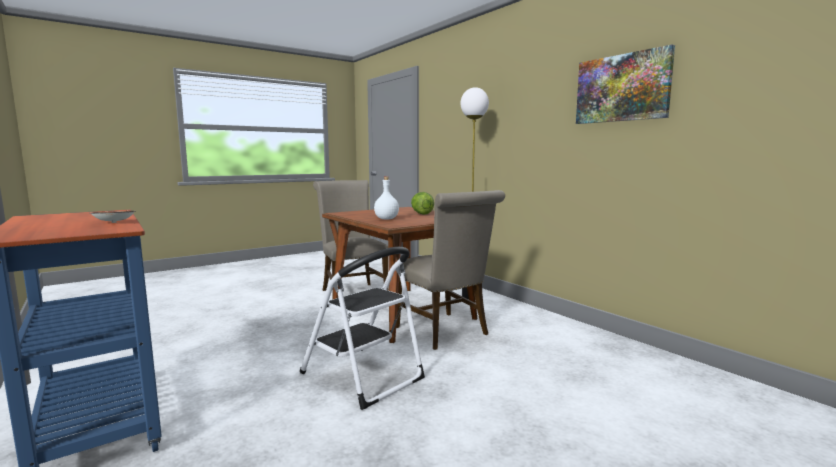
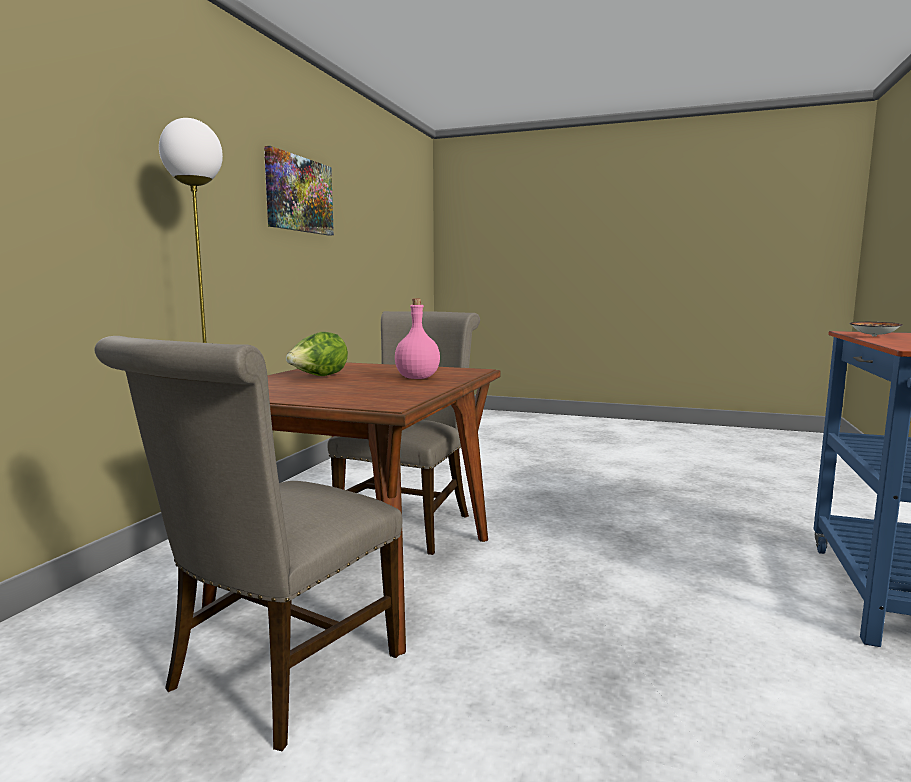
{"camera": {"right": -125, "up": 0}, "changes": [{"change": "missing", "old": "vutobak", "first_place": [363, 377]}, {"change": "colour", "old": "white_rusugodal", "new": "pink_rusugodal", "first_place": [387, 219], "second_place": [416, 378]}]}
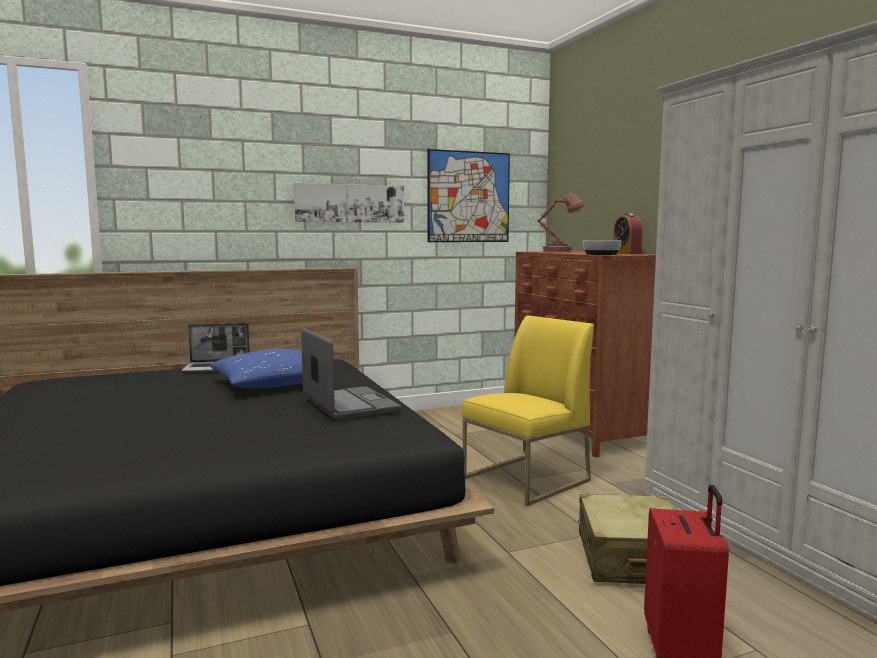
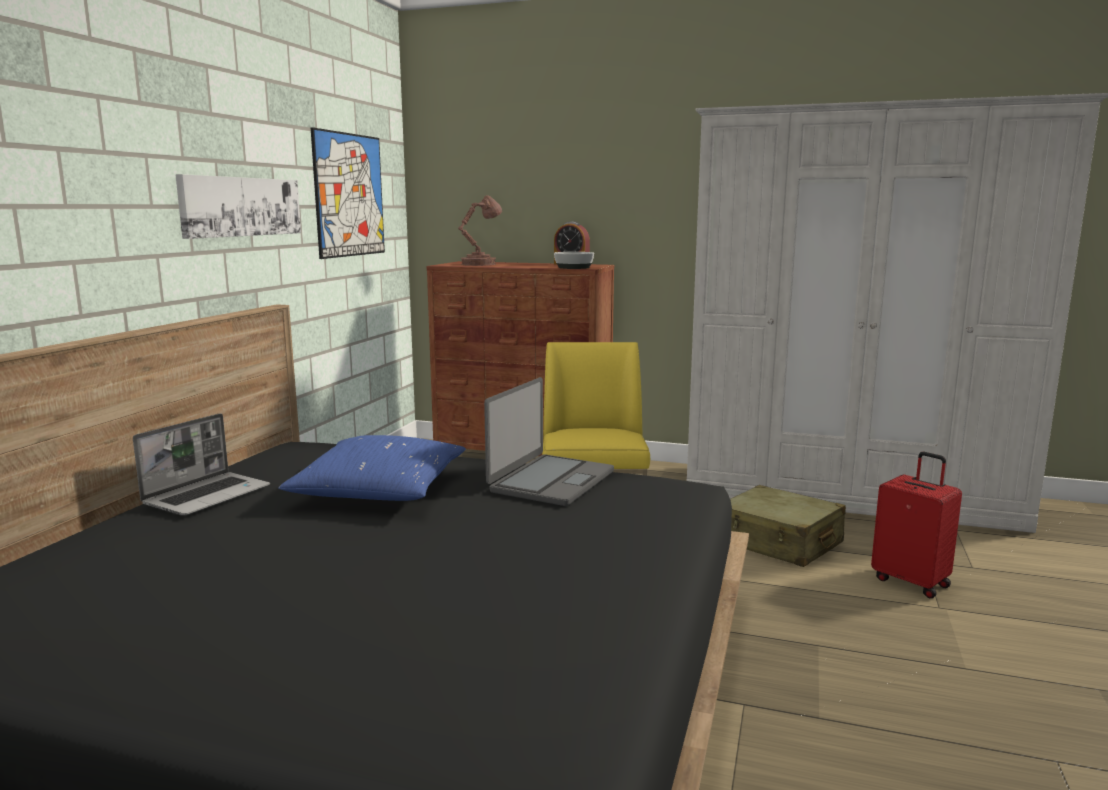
{"camera": {"right": -50, "up": 5}, "changes": [{"change": "spun", "old": "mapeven", "first_place": [349, 405], "second_place": [550, 481], "degrees": 105}]}
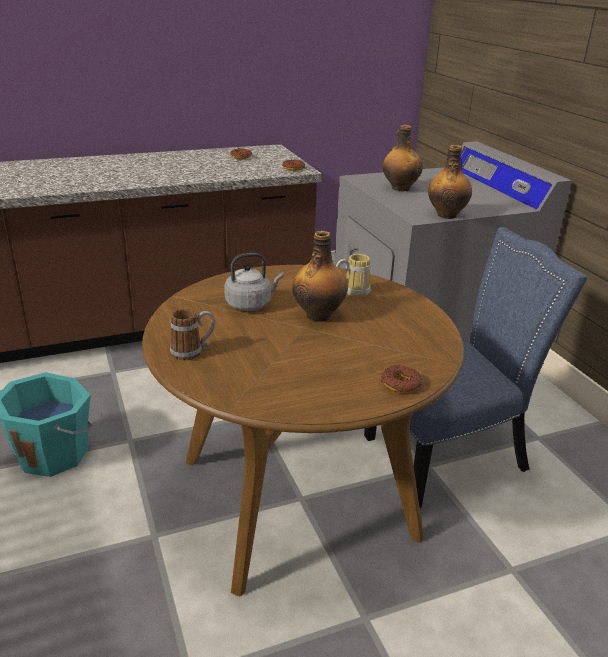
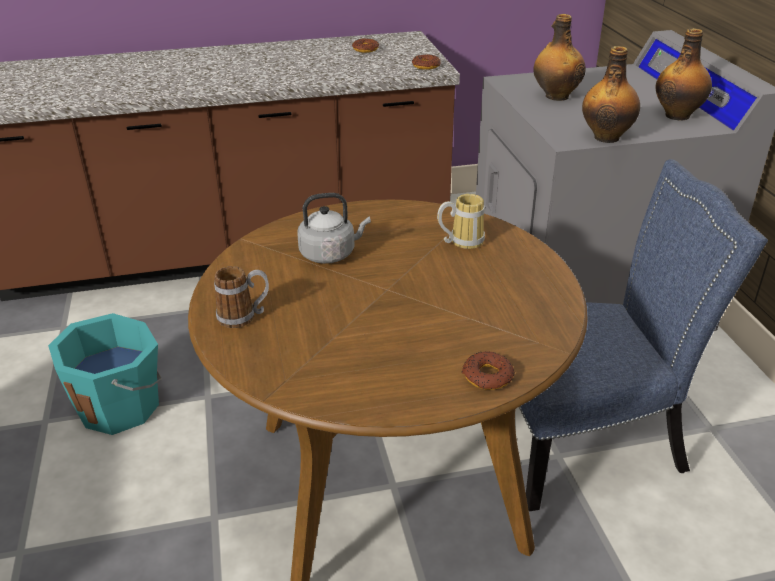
{"camera": {"right": 10, "up": 5}, "changes": [{"change": "relocated", "old": "rusugodal", "first_place": [319, 315], "second_place": [678, 115]}]}
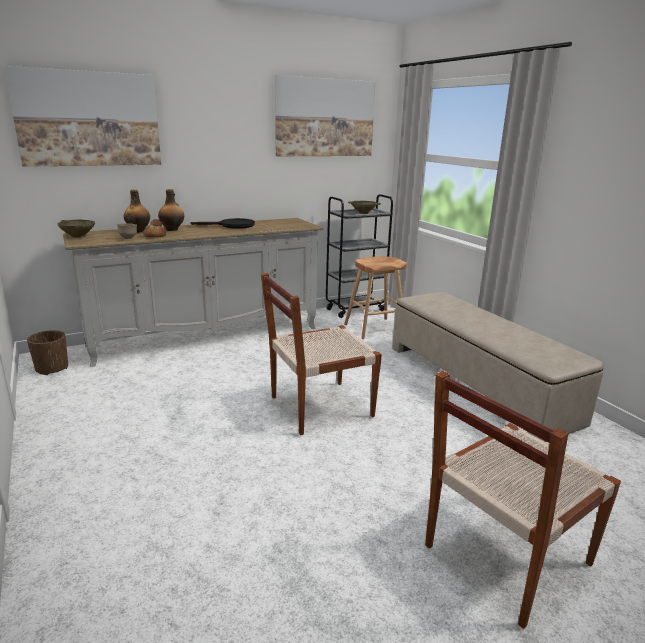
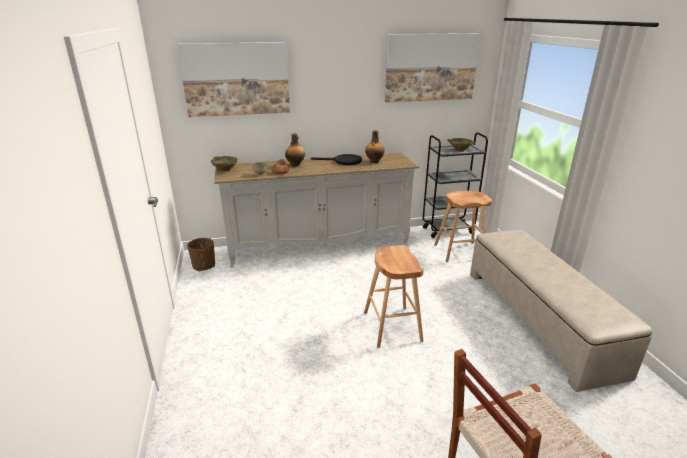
{"camera": {"right": 15, "up": 5}, "changes": [{"change": "relocated", "old": "rusugodal", "first_place": [138, 231], "second_place": [374, 161]}, {"change": "exchanged", "old": "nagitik", "new": "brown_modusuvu", "first_place": [318, 407], "second_place": [392, 327]}]}
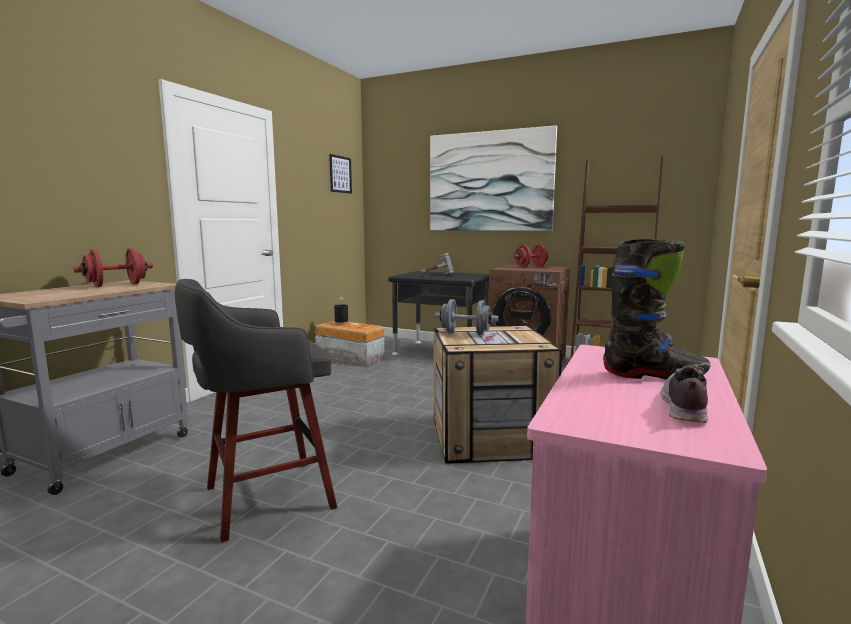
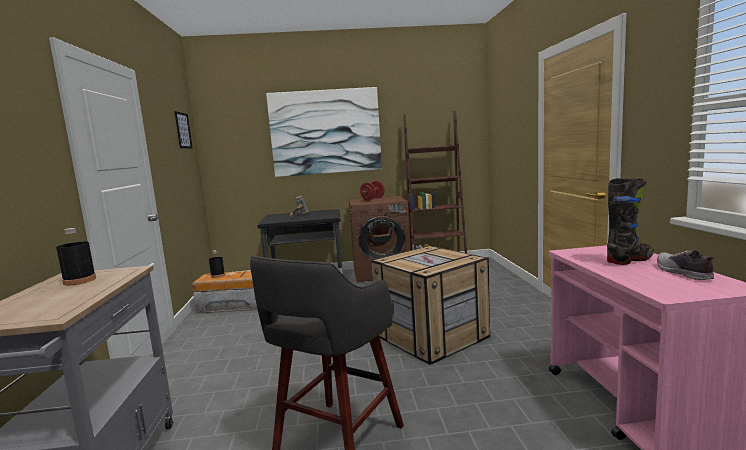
{"camera": {"right": -30, "up": 0}, "changes": [{"change": "missing", "old": "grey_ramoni", "first_place": [465, 333]}, {"change": "exchanged", "old": "red_ramoni", "new": "black_rusugodal", "first_place": [116, 285], "second_place": [79, 280]}]}
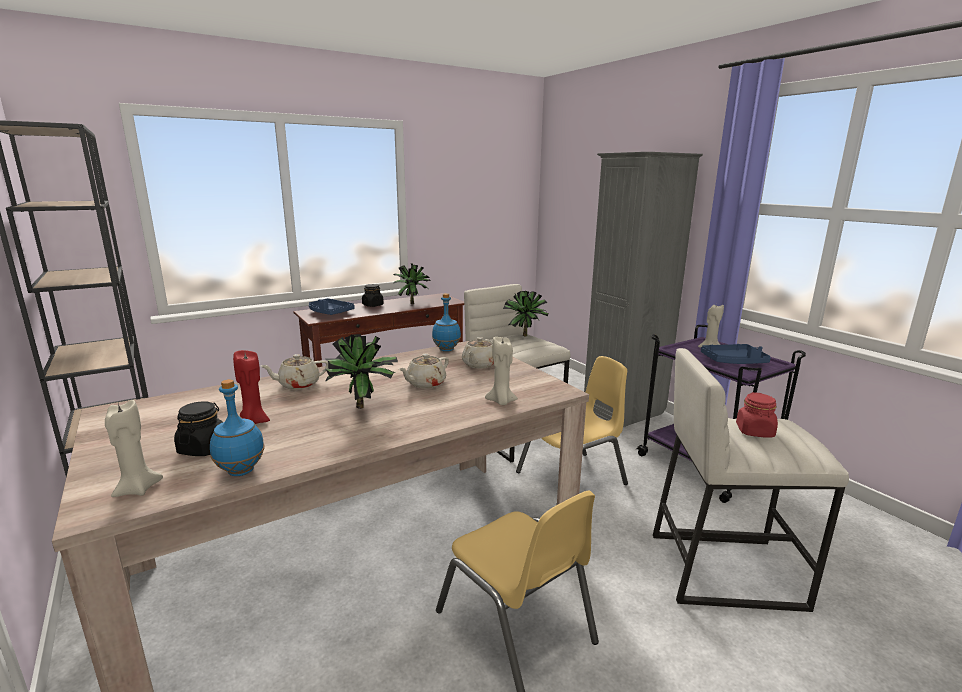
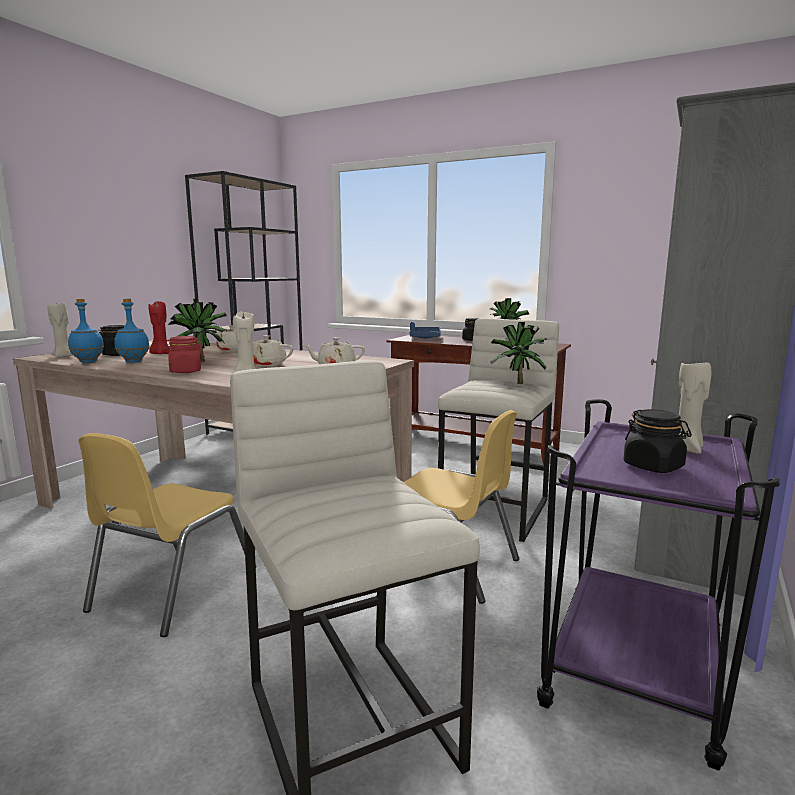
{"camera": {"right": 60, "up": -5}, "changes": [{"change": "relocated", "old": "blue_rusugodal", "first_place": [446, 350], "second_place": [133, 361]}, {"change": "relocated", "old": "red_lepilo", "first_place": [754, 431], "second_place": [185, 371]}, {"change": "exchanged", "old": "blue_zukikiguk", "new": "black_lepilo", "first_place": [733, 361], "second_place": [653, 466]}]}
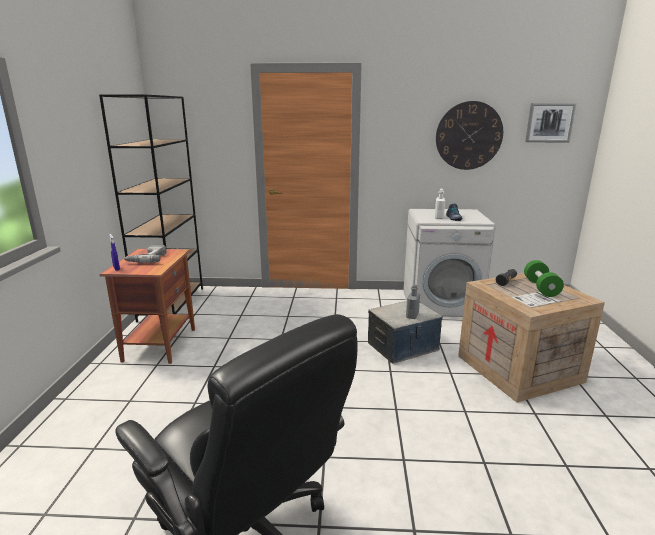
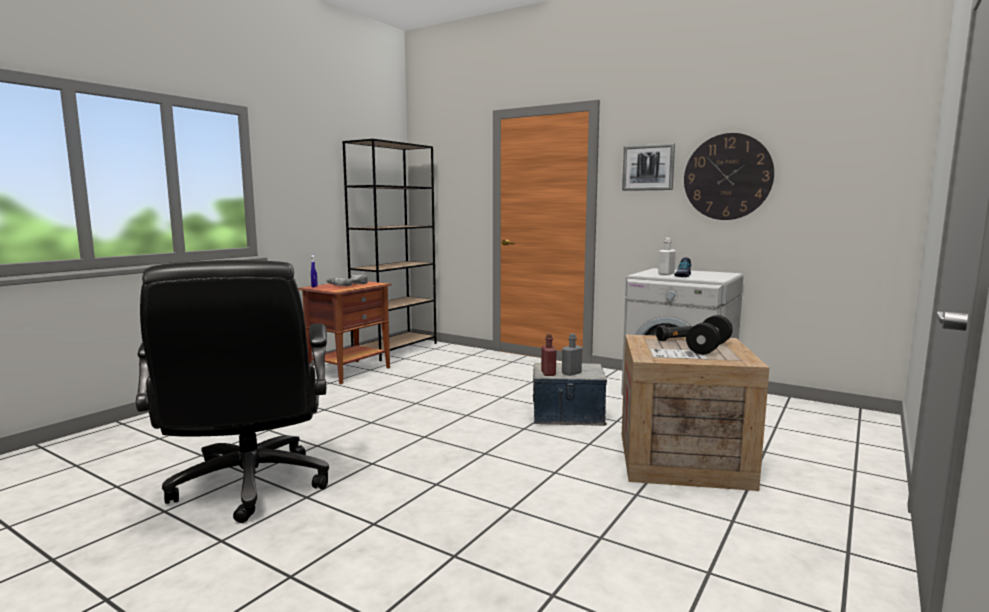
{"camera": {"right": 30, "up": -10}, "changes": [{"change": "appeared", "new": "red_rusugodal", "second_place": [548, 373]}, {"change": "relocated", "old": "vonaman", "first_place": [549, 122], "second_place": [648, 167]}, {"change": "colour", "old": "green_ramoni", "new": "black_ramoni", "first_place": [541, 288], "second_place": [709, 348]}]}
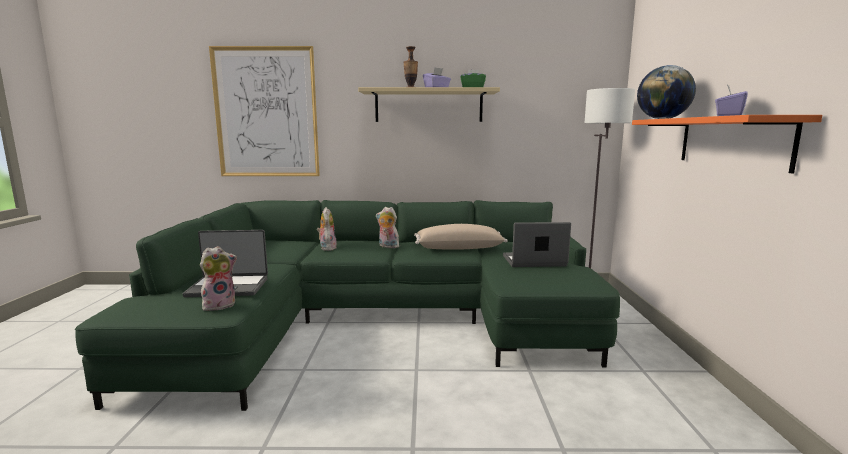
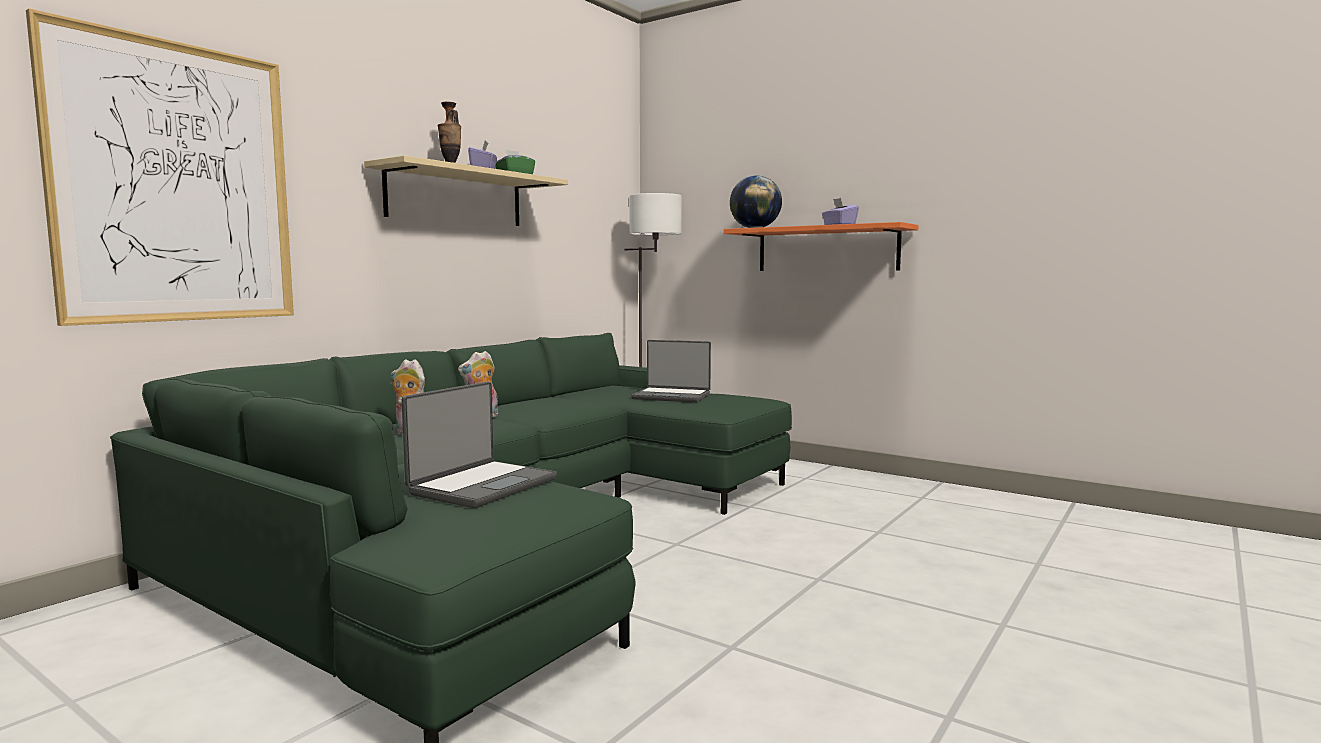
{"camera": {"right": -55, "up": -5}, "changes": [{"change": "missing", "old": "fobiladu", "first_place": [220, 305]}, {"change": "missing", "old": "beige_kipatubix", "first_place": [459, 248]}, {"change": "spun", "old": "mapeven", "first_place": [534, 261], "second_place": [672, 396], "degrees": -105}]}
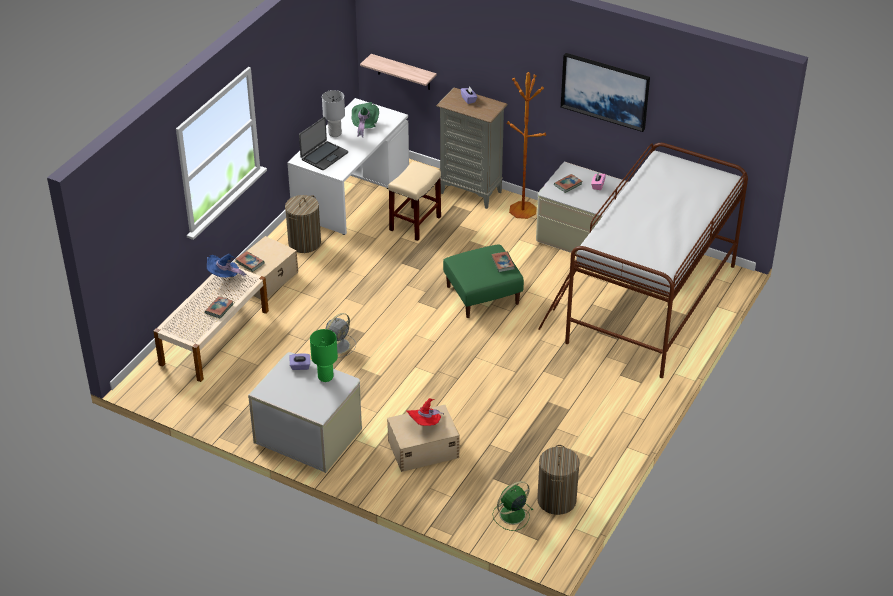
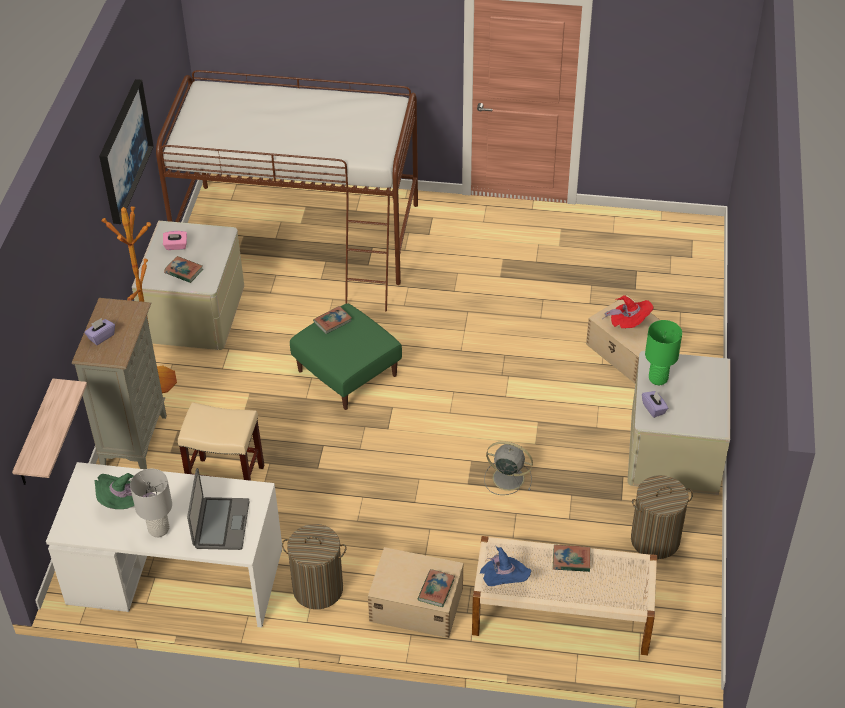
{"camera": {"right": -110, "up": 5}, "changes": [{"change": "missing", "old": "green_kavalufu", "first_place": [511, 515]}, {"change": "relocated", "old": "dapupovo", "first_place": [556, 500], "second_place": [655, 540]}, {"change": "spun", "old": "mapeven", "first_place": [324, 156], "second_place": [220, 524], "degrees": 75}]}
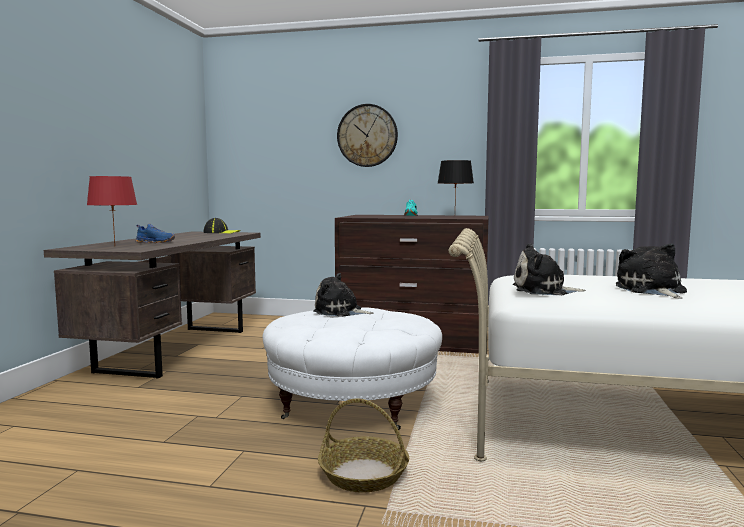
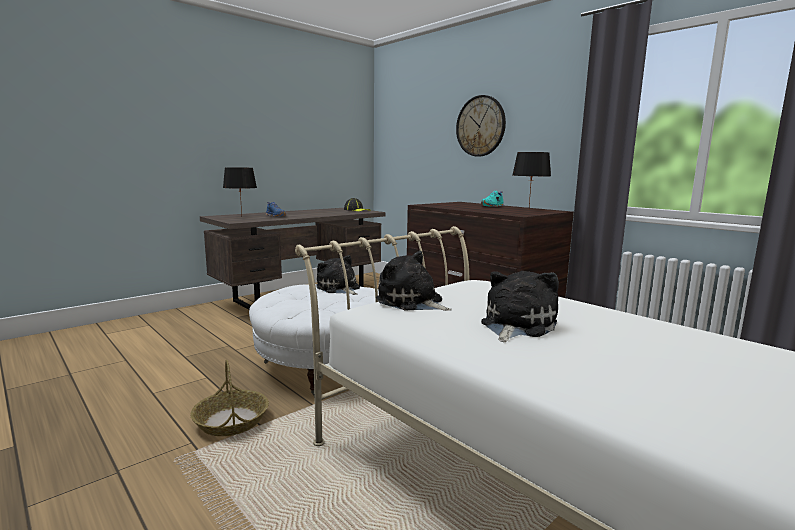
{"camera": {"right": 35, "up": 5}, "changes": [{"change": "colour", "old": "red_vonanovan", "new": "black_vonanovan", "first_place": [114, 246], "second_place": [241, 217]}]}
